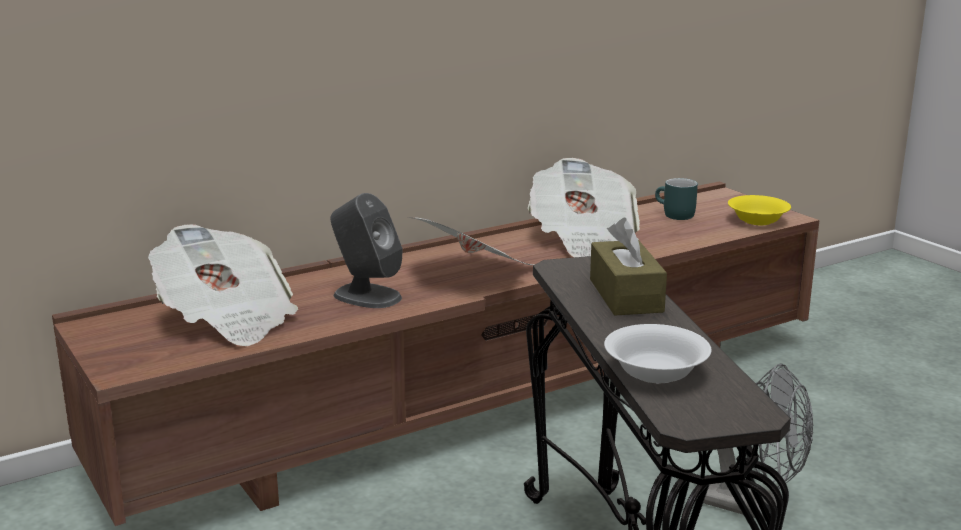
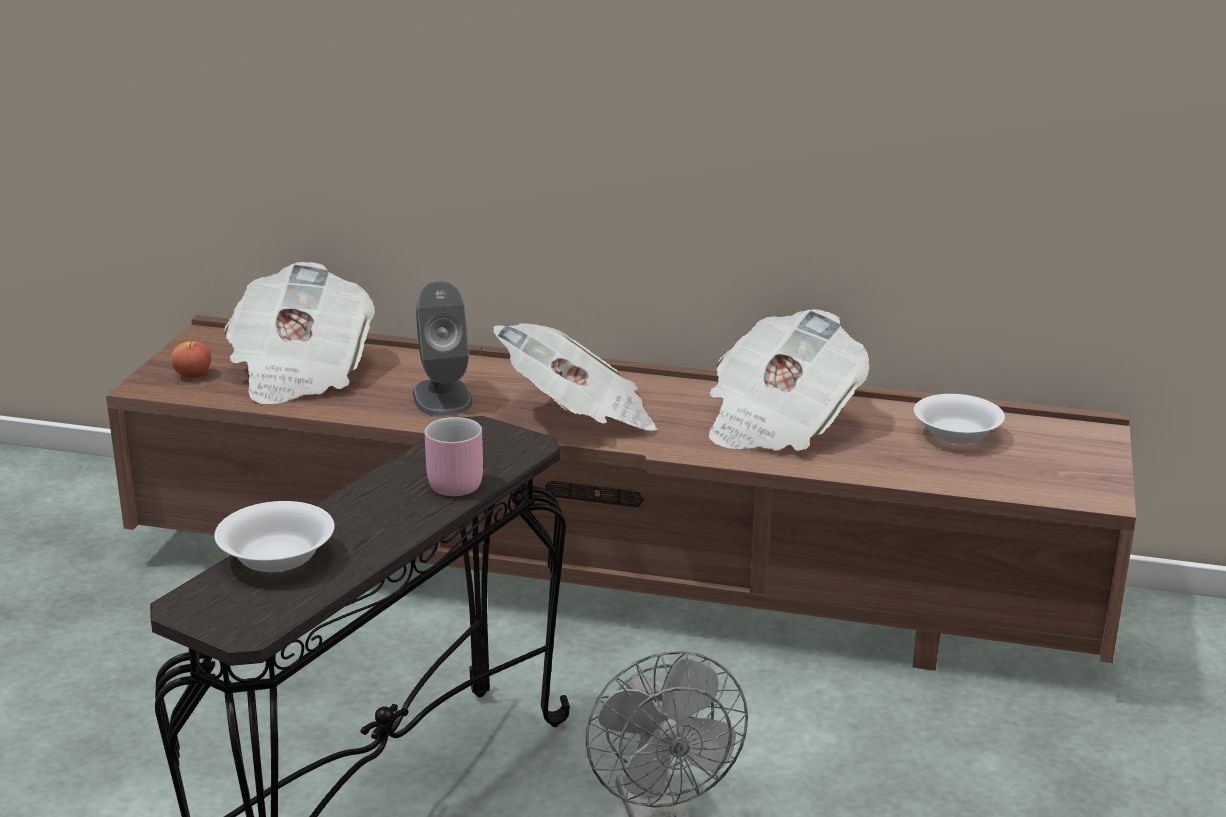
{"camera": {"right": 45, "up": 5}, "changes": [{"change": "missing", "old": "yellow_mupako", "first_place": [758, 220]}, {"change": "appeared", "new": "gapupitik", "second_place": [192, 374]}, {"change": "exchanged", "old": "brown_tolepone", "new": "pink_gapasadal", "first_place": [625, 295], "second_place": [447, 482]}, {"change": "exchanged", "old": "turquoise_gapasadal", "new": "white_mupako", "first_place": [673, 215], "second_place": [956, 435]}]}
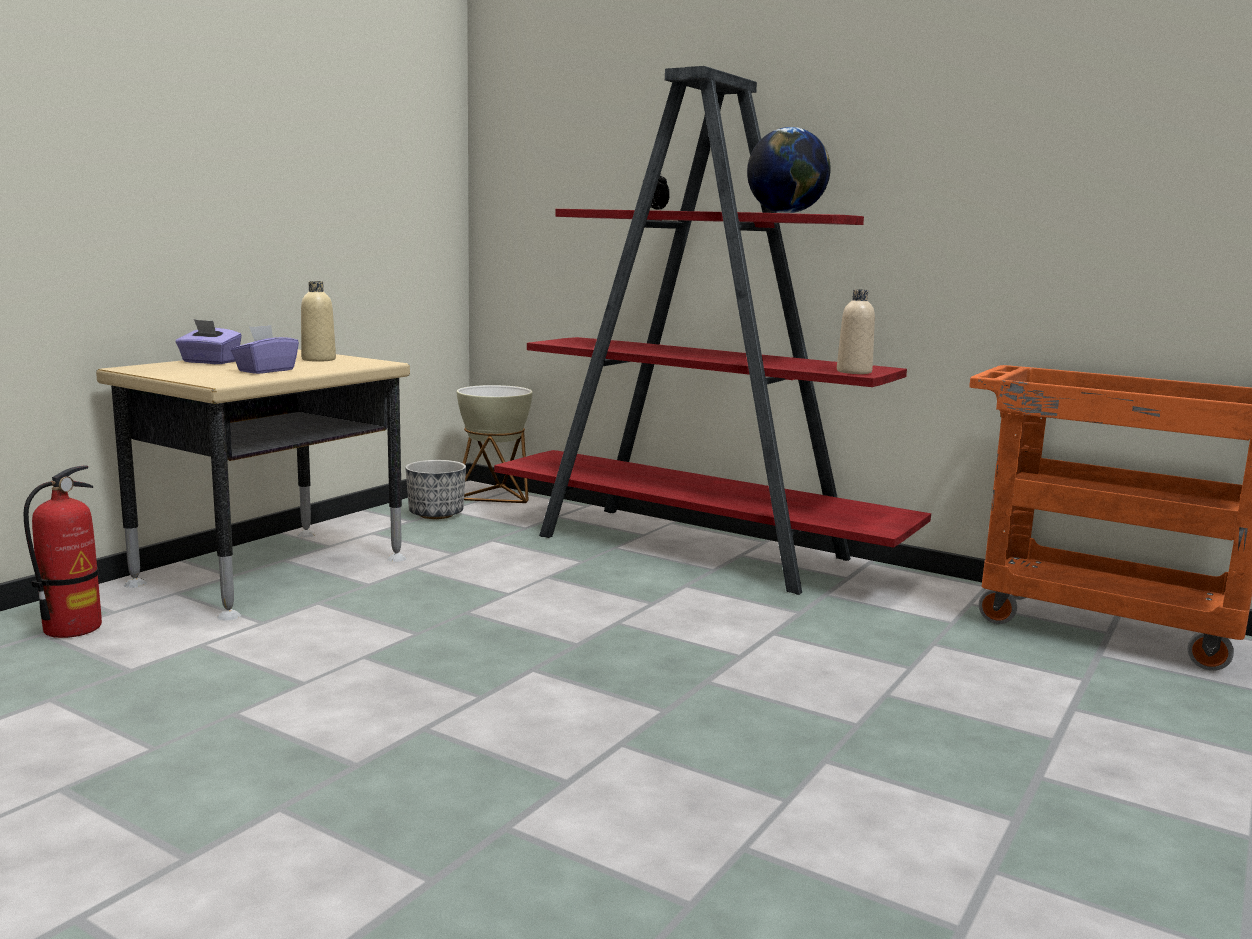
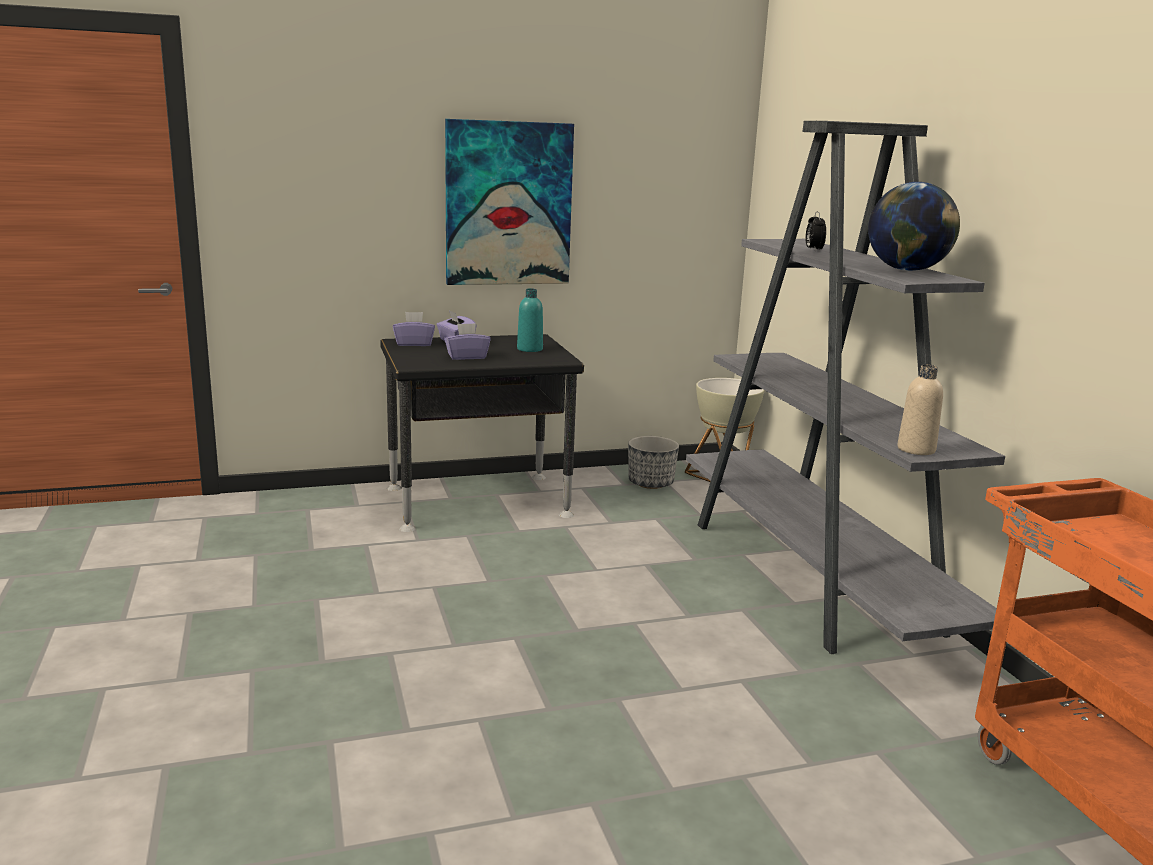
{"camera": {"right": 40, "up": 5}, "changes": [{"change": "missing", "old": "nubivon", "first_place": [72, 628]}, {"change": "appeared", "new": "purple_tolepone", "second_place": [414, 344]}, {"change": "appeared", "new": "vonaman", "second_place": [508, 204]}, {"change": "colour", "old": "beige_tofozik", "new": "black_tofozik", "first_place": [271, 570], "second_place": [478, 500]}, {"change": "colour", "old": "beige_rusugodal", "new": "turquoise_rusugodal", "first_place": [318, 359], "second_place": [530, 349]}, {"change": "colour", "old": "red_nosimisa", "new": "grey_nosimisa", "first_place": [696, 548], "second_place": [813, 577]}]}
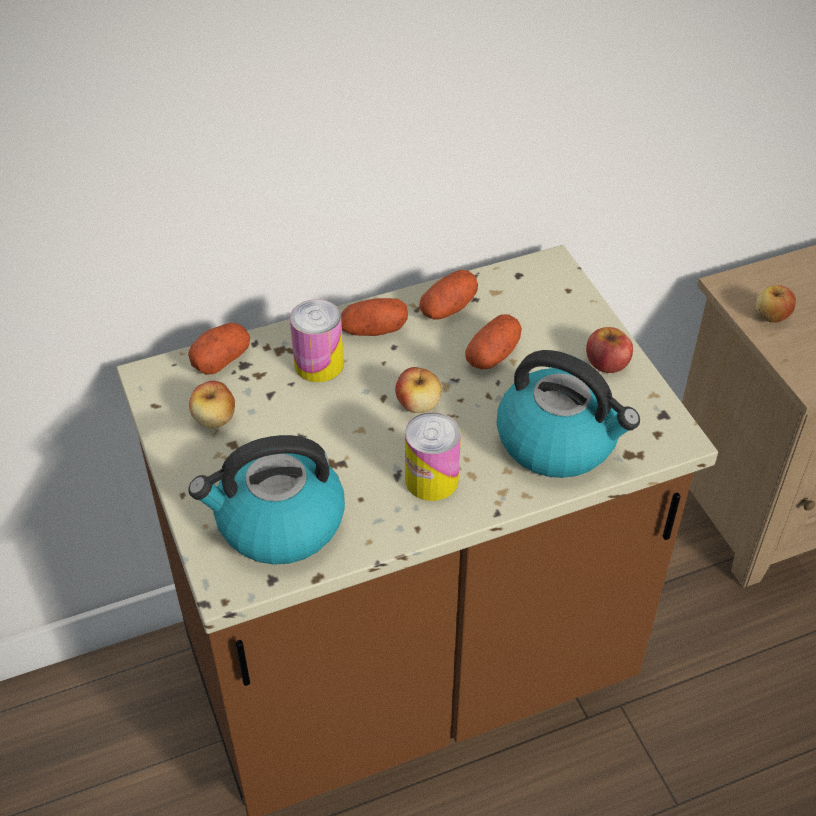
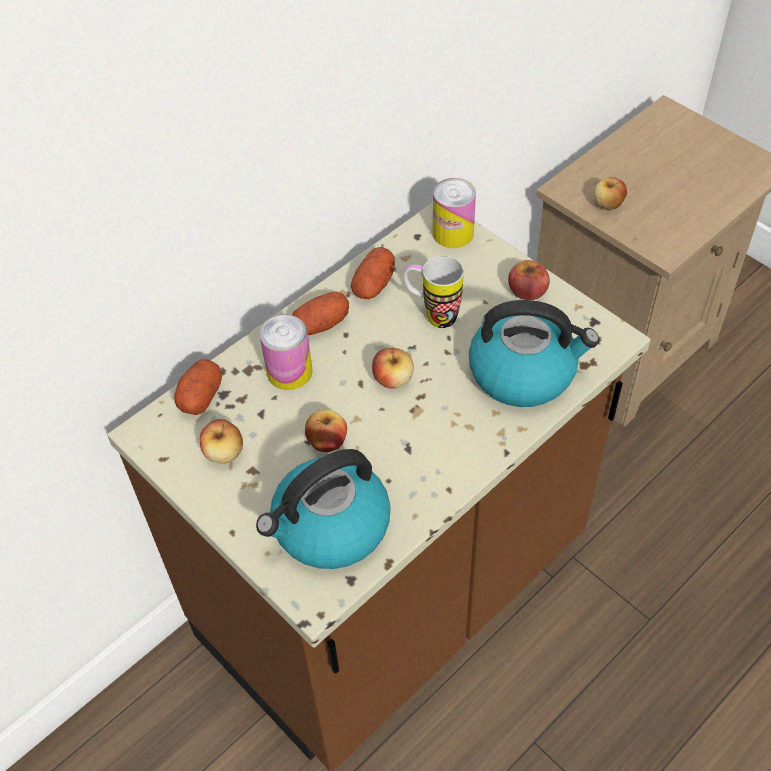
{"camera": {"right": -20, "up": 5}, "changes": [{"change": "appeared", "new": "gapupitik", "second_place": [327, 442]}, {"change": "relocated", "old": "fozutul", "first_place": [431, 479], "second_place": [453, 233]}, {"change": "exchanged", "old": "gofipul", "new": "gapasadal", "first_place": [492, 355], "second_place": [432, 315]}]}
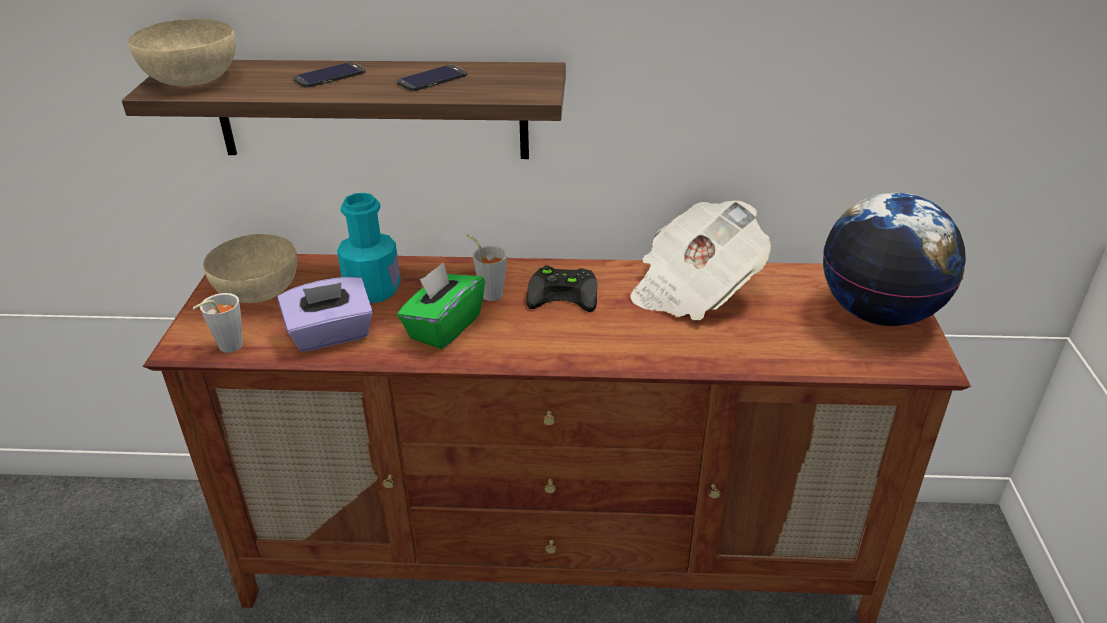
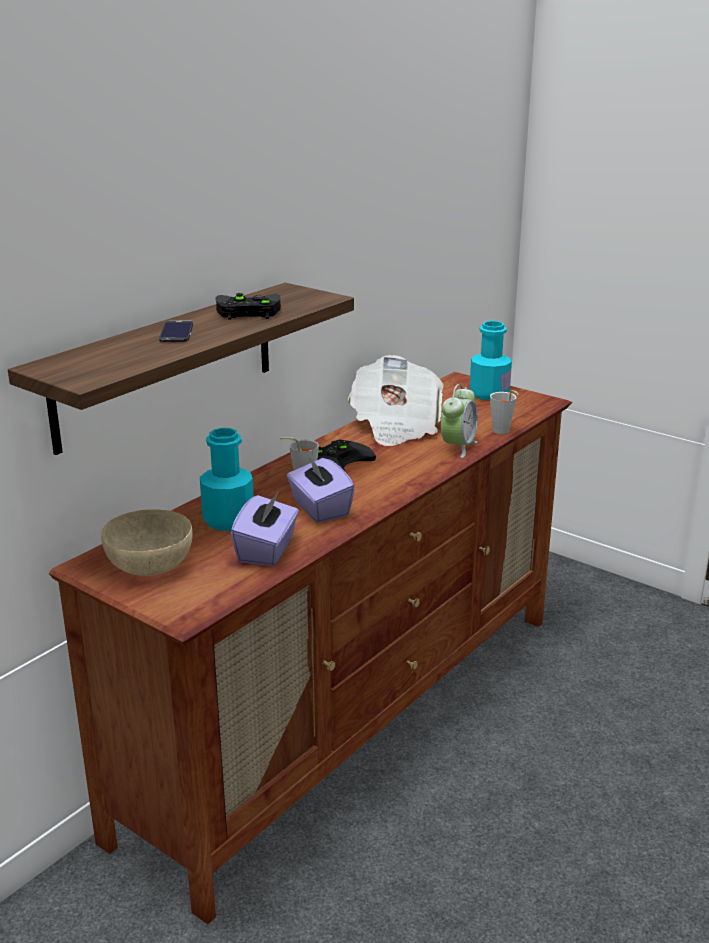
{"camera": {"right": -55, "up": -10}, "changes": [{"change": "missing", "old": "beige_mupako", "first_place": [191, 78]}, {"change": "appeared", "new": "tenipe", "second_place": [458, 447]}, {"change": "relocated", "old": "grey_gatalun", "first_place": [226, 348], "second_place": [502, 432]}, {"change": "exchanged", "old": "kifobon", "new": "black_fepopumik", "first_place": [432, 79], "second_place": [246, 311]}, {"change": "exchanged", "old": "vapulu", "new": "turquoise_rusugodal", "first_place": [879, 313], "second_place": [489, 394]}, {"change": "colour", "old": "green_tolepone", "new": "purple_tolepone", "first_place": [444, 327], "second_place": [319, 509]}]}
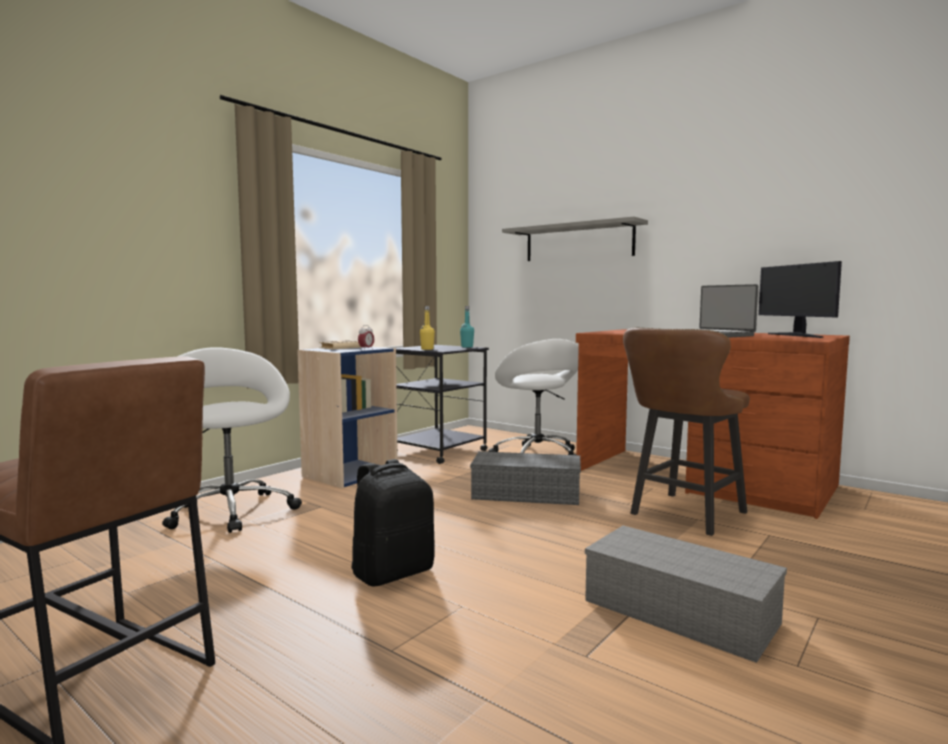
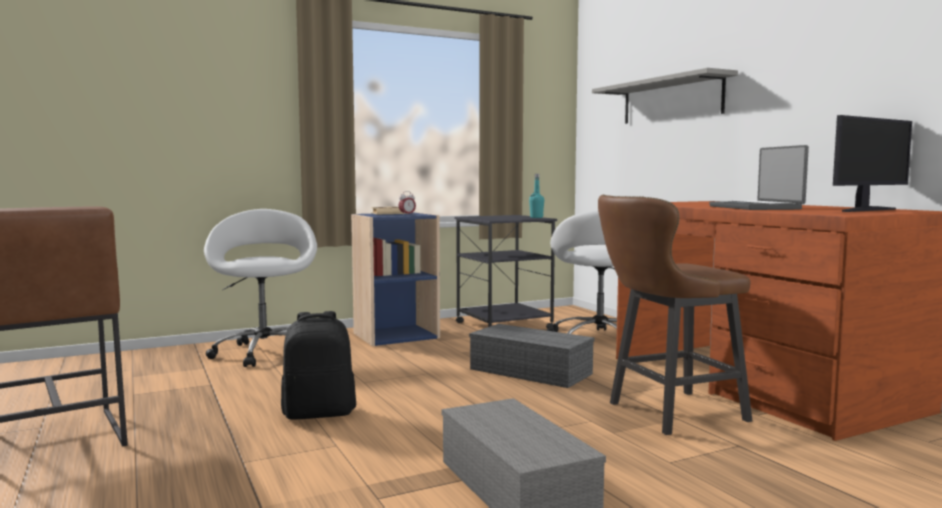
{"camera": {"right": 25, "up": 0}, "changes": [{"change": "missing", "old": "yellow_rusugodal", "first_place": [427, 349]}, {"change": "spun", "old": "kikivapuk", "first_place": [796, 335], "second_place": [866, 210], "degrees": -135}]}
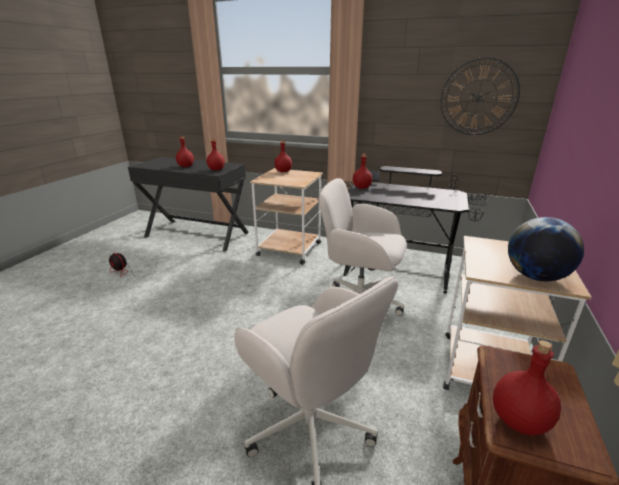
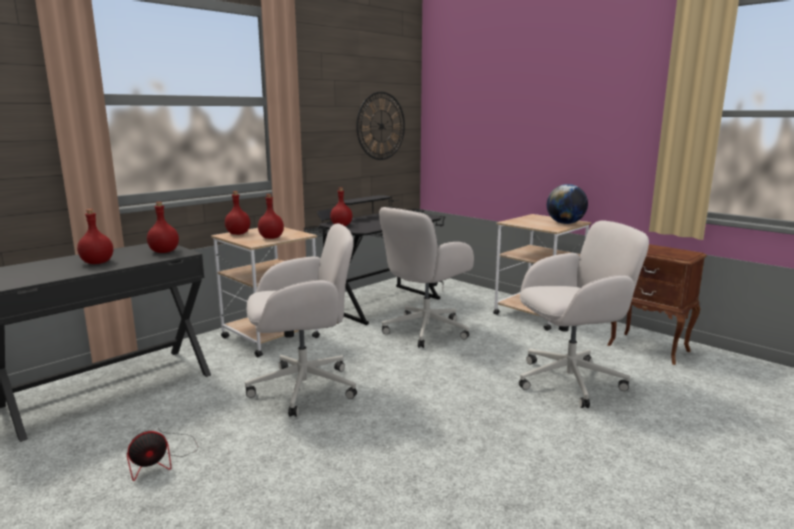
{"camera": {"right": -65, "up": -10}, "changes": [{"change": "appeared", "new": "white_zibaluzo", "second_place": [304, 388]}, {"change": "relocated", "old": "red_rusugodal", "first_place": [518, 420], "second_place": [271, 238]}]}
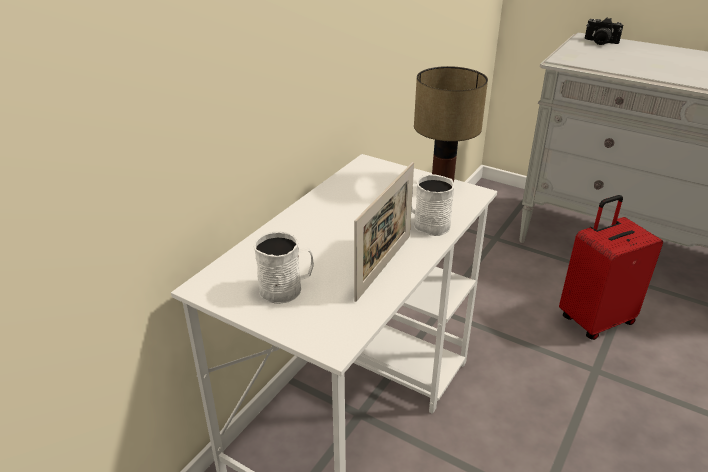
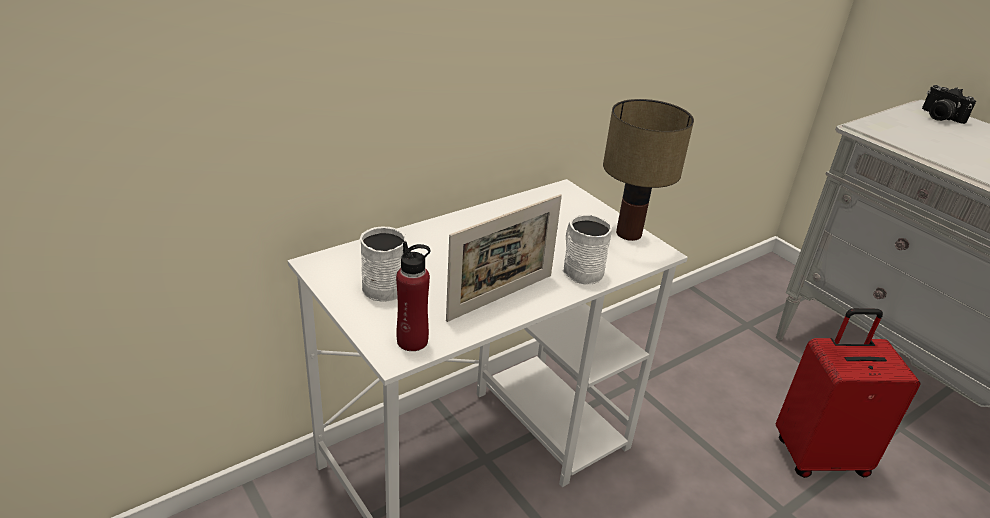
{"camera": {"right": 20, "up": 0}, "changes": [{"change": "appeared", "new": "red_rusugodal", "second_place": [412, 341]}]}
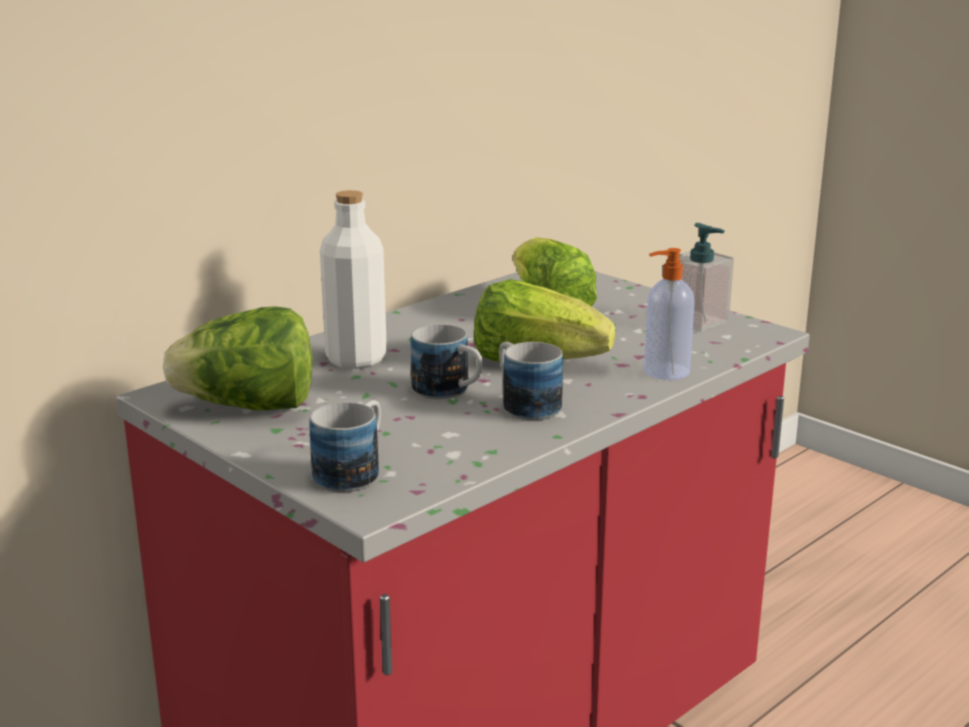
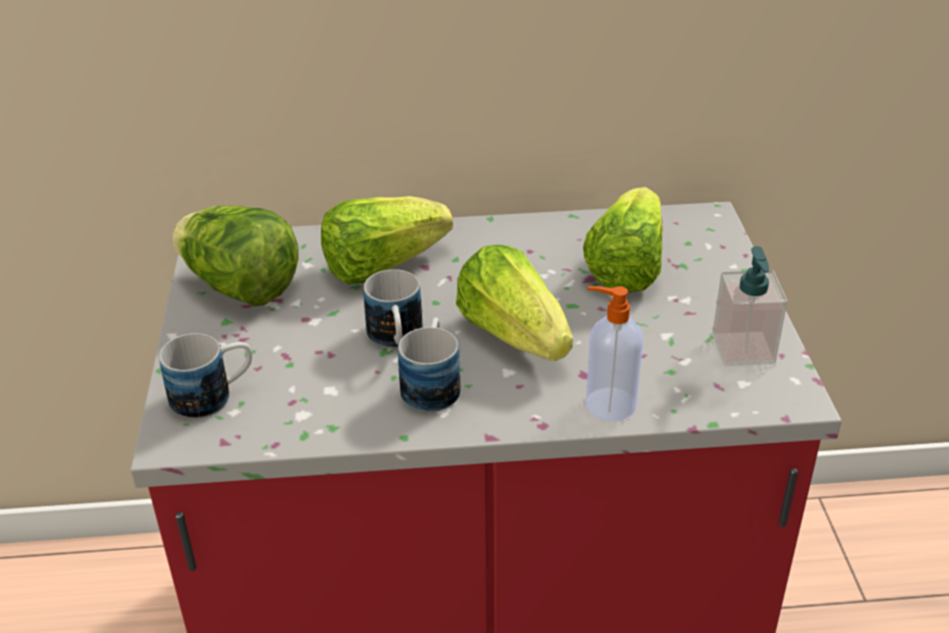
{"camera": {"right": 40, "up": 15}, "changes": [{"change": "exchanged", "old": "white_rusugodal", "new": "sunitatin", "first_place": [356, 359], "second_place": [382, 266]}]}
